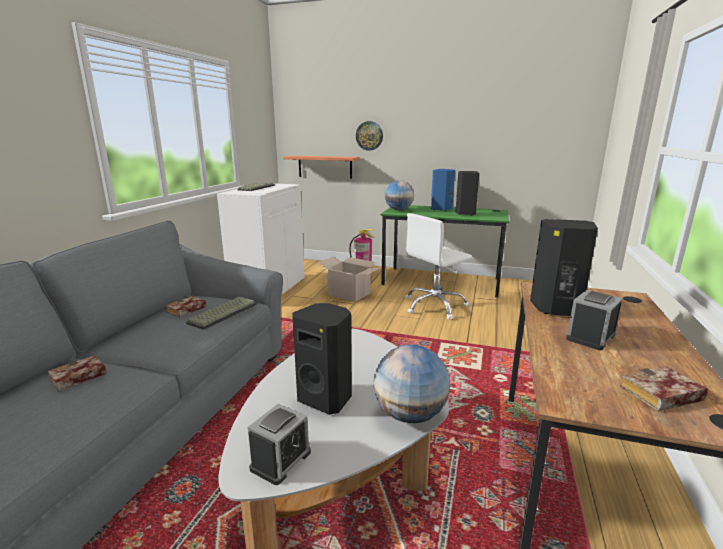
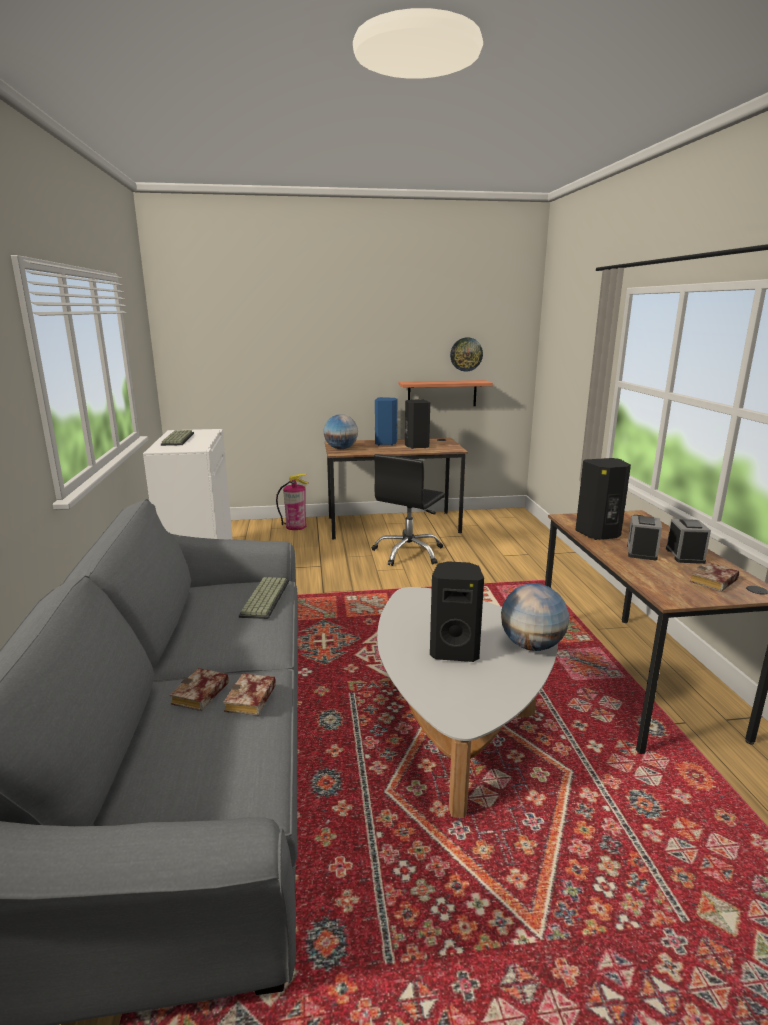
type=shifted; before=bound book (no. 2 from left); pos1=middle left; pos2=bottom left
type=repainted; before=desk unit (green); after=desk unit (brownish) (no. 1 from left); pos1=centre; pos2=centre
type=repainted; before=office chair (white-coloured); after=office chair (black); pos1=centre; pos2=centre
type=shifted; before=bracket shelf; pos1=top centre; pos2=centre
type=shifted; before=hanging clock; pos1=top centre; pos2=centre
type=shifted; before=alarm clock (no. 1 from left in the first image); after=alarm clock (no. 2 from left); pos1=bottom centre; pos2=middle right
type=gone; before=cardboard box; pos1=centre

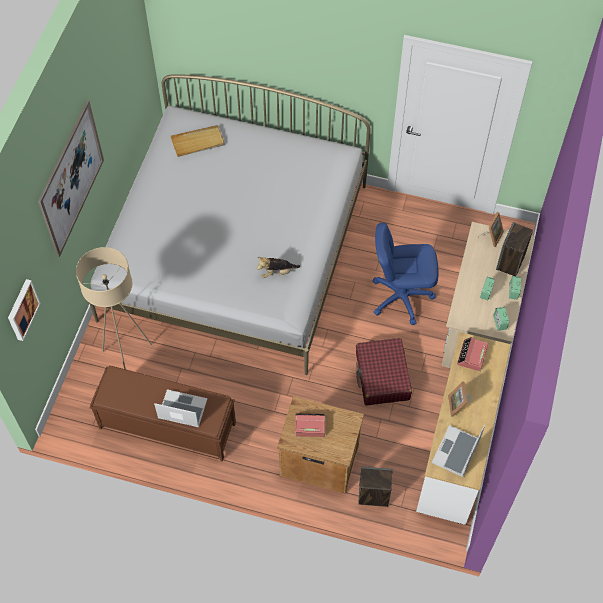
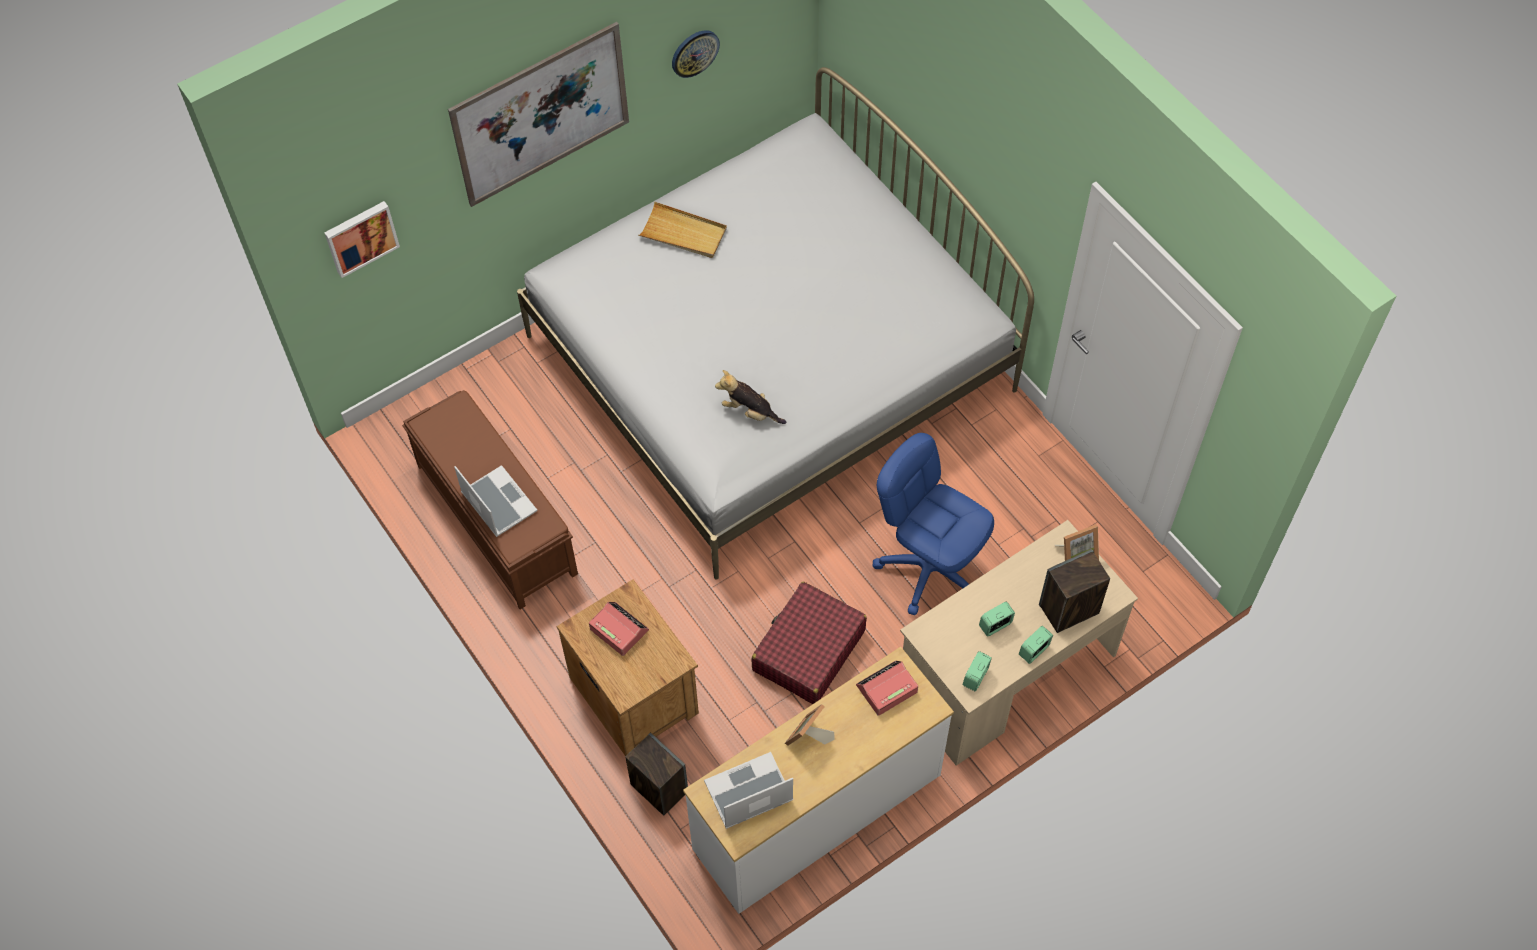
type=shifted; before=serving tray (beige); pos1=top left; pos2=top centre
type=new; after=hanging clock; pos2=top centre
type=gone; before=standard lamp (beige); pos1=middle left

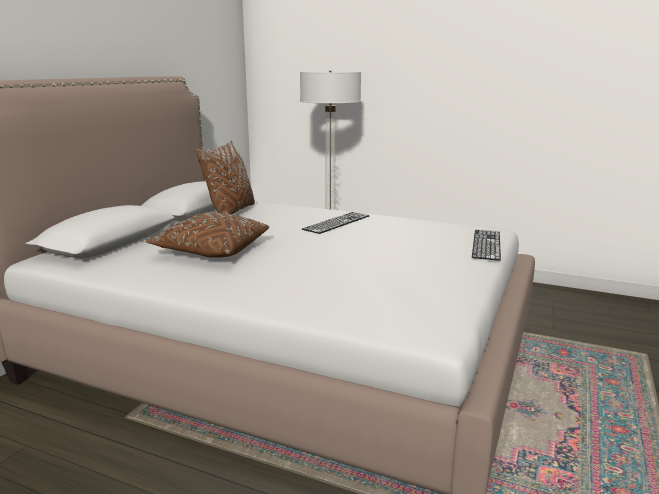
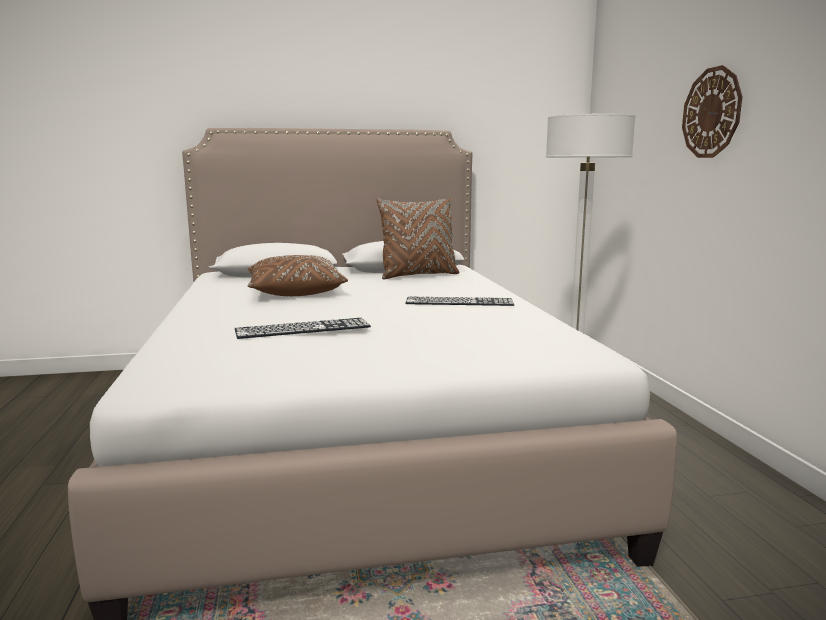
type=shifted; before=PC keyboard (no. 2 from left in the first image); after=PC keyboard (no. 1 from left); pos1=middle right; pos2=centre
type=new; after=hanging clock; pos2=top right

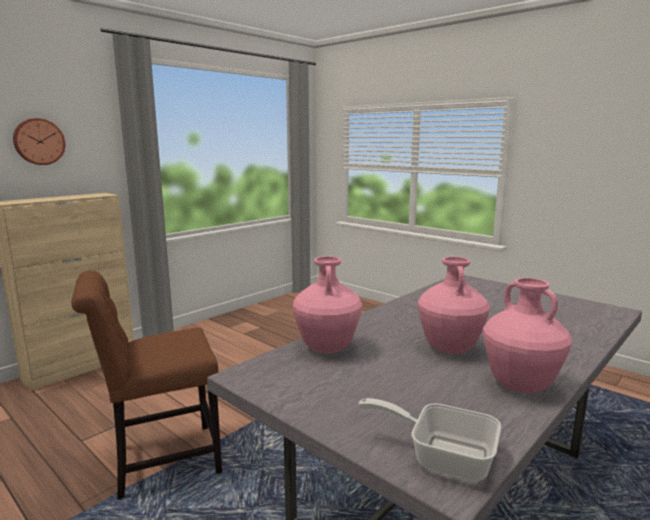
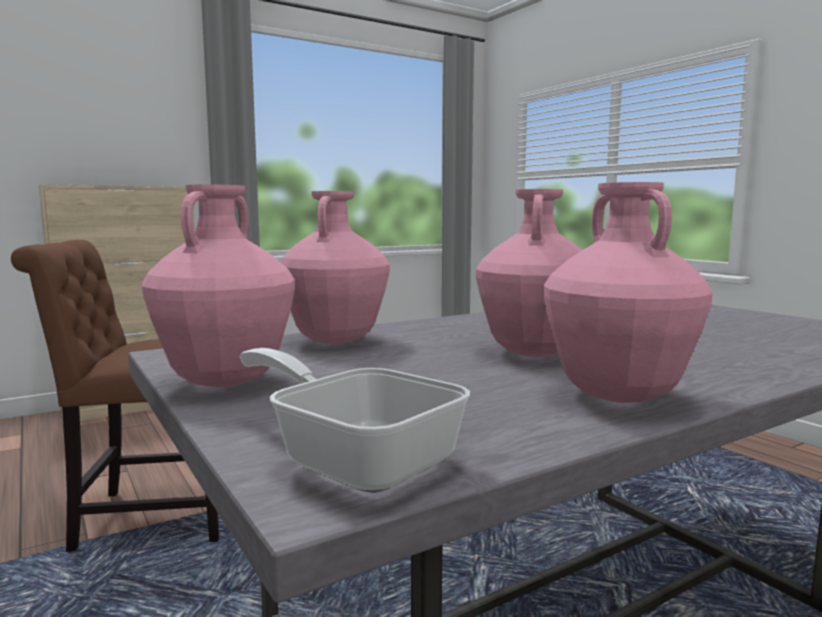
type=new; after=flower vase (pinkish) (no. 1 from left); pos2=middle left
type=gone; before=hanging clock; pos1=top left

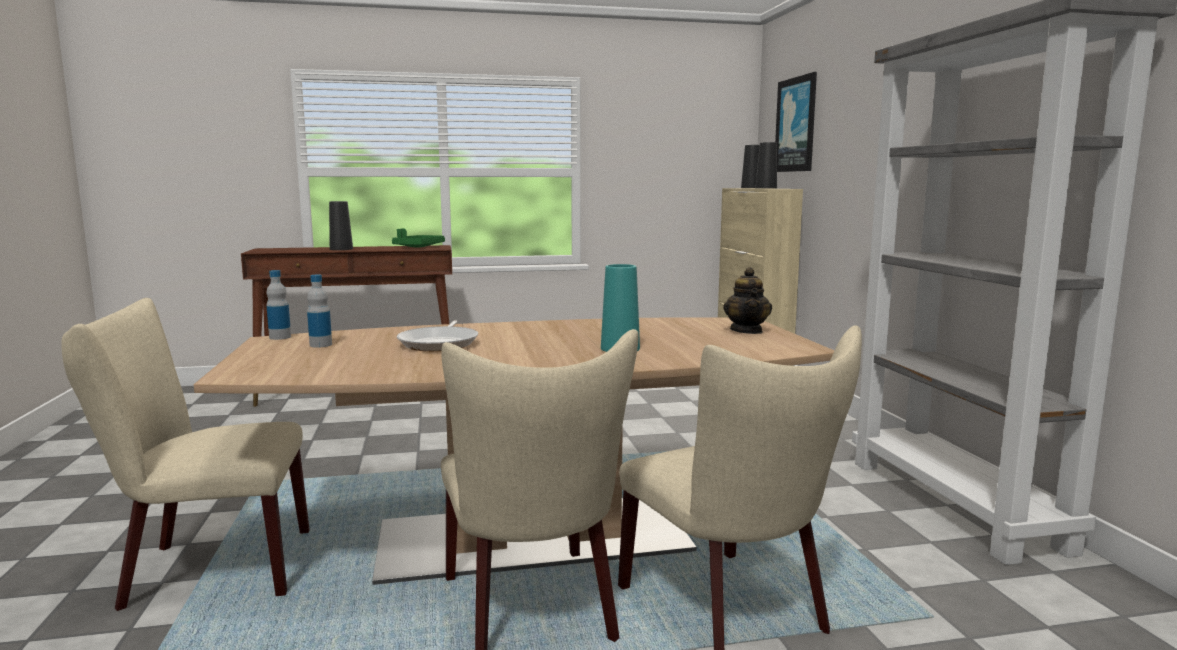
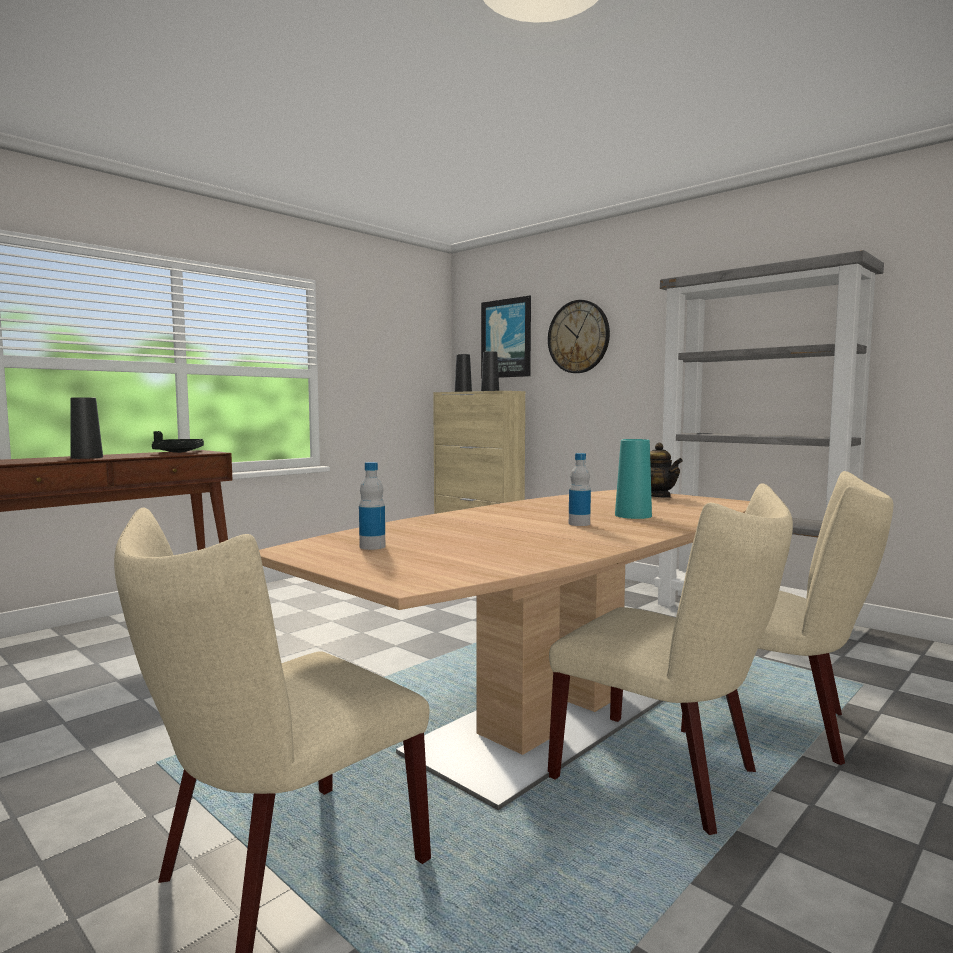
type=repainted; before=serving tray (green); after=serving tray (black); pos1=centre; pos2=middle left
type=new; after=hanging clock; pos2=centre
type=shifted; before=drink bottle (no. 1 from left in the first image); after=drink bottle (no. 2 from left); pos1=middle left; pos2=centre
type=gone; before=frying pan; pos1=centre

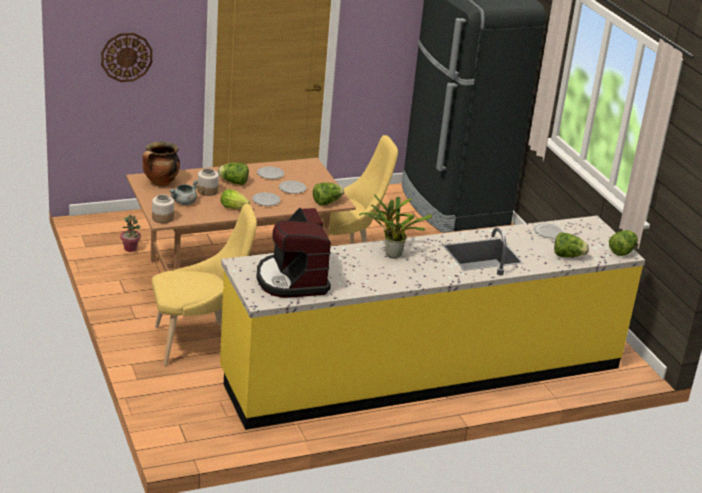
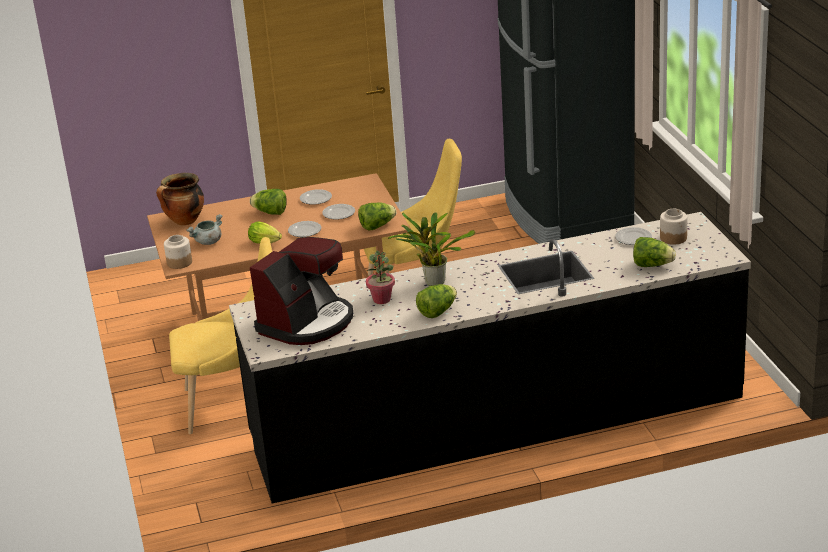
type=repainted; before=counter (yellow-coloured); after=counter (black); pos1=centre; pos2=centre
type=rotated; before=coffee maker; pos1=centre; pos2=centre; turn=-135
type=shifted; before=plant in a pot (no. 1 from left); pos1=middle left; pos2=centre
type=shifted; before=lettuce head (no. 5 from left in the first image); after=lettuce head (no. 4 from left); pos1=middle right; pos2=centre
type=shifted; before=jar (no. 2 from left); pos1=middle left; pos2=middle right
type=gone; before=hanging clock; pos1=top left

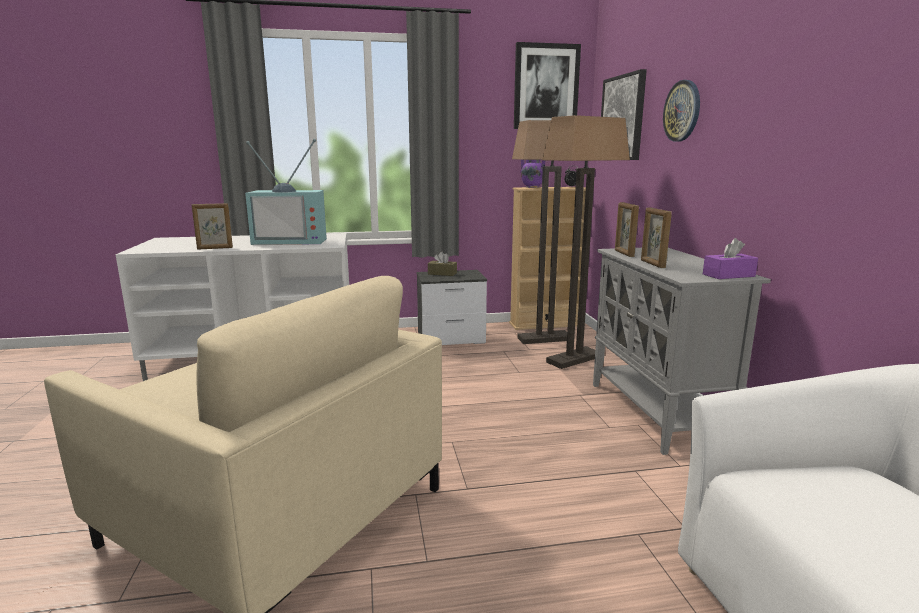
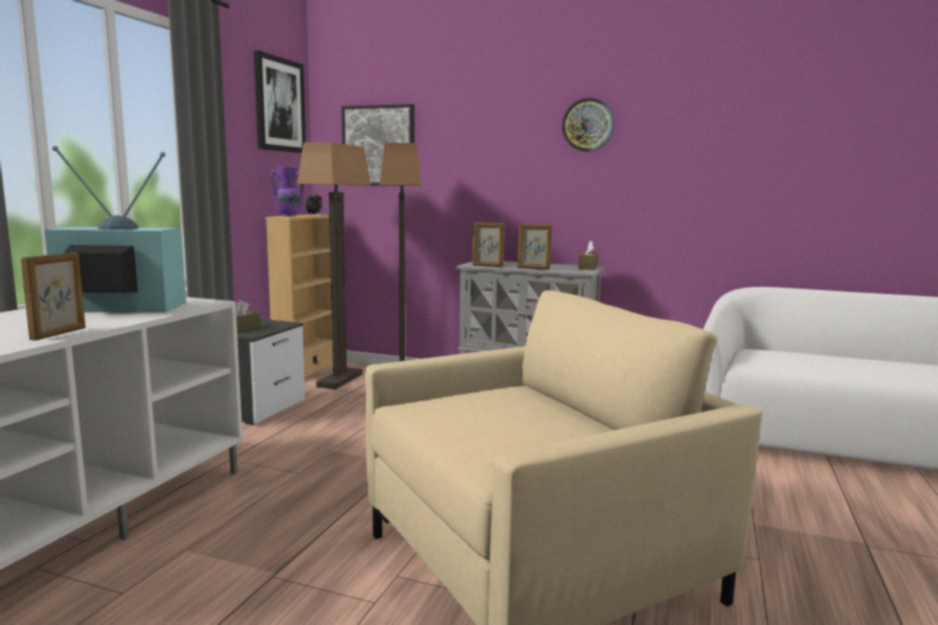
type=rotated; before=TV set; pos1=top left; pos2=middle left; turn=-120
type=shifted; before=hanging clock; pos1=top right; pos2=top centre
type=repainted; before=tissue holder (purplish); after=tissue holder (brownish) (no. 2 from left); pos1=middle right; pos2=centre

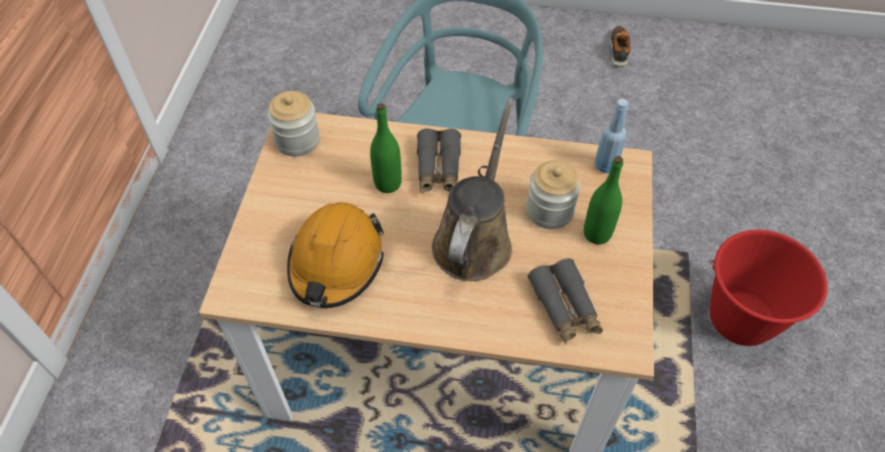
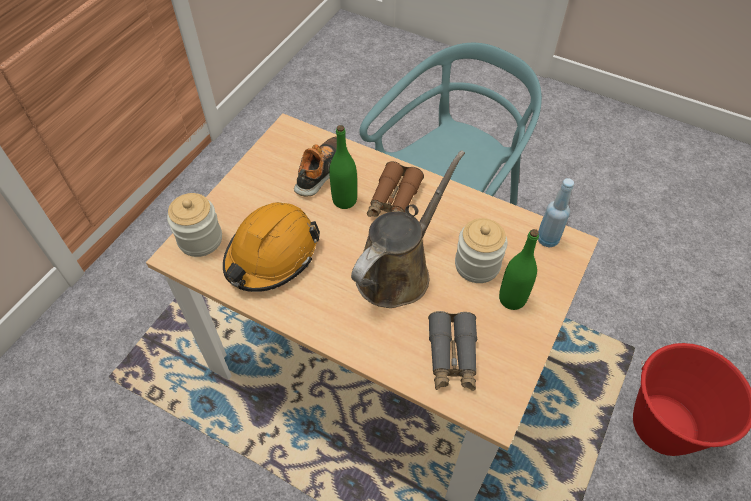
type=shifted; before=jar (no. 1 from left); pos1=top left; pos2=middle left
type=shifted; before=item of footwear; pos1=top right; pos2=top centre
type=repainted; before=field glasses (gray) (no. 1 from left); after=field glasses (brownish); pos1=centre; pos2=centre

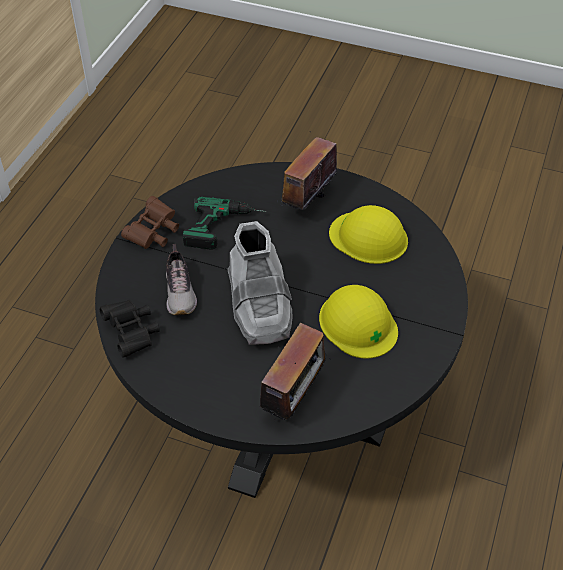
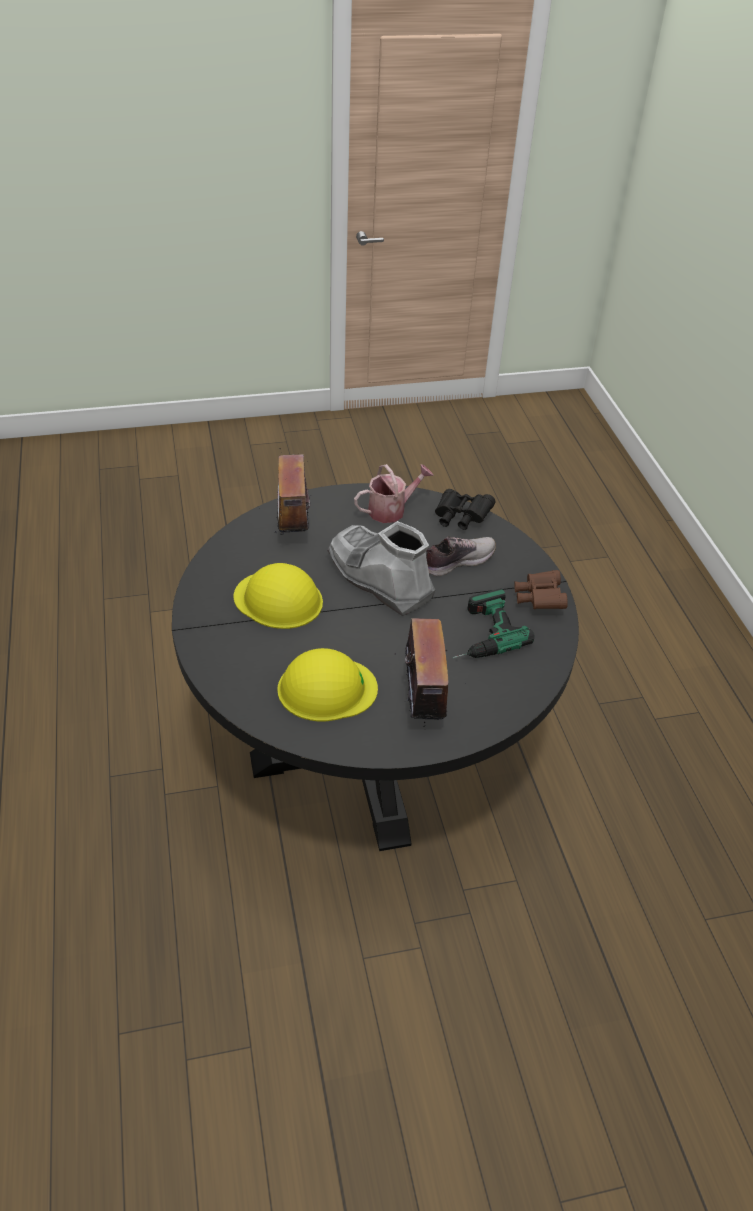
type=new; after=watering can; pos2=centre
type=rotated; before=item of footwear; pos1=middle left; pos2=centre; turn=105

